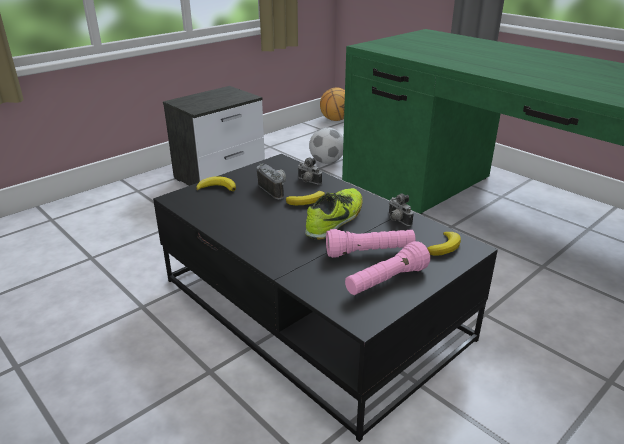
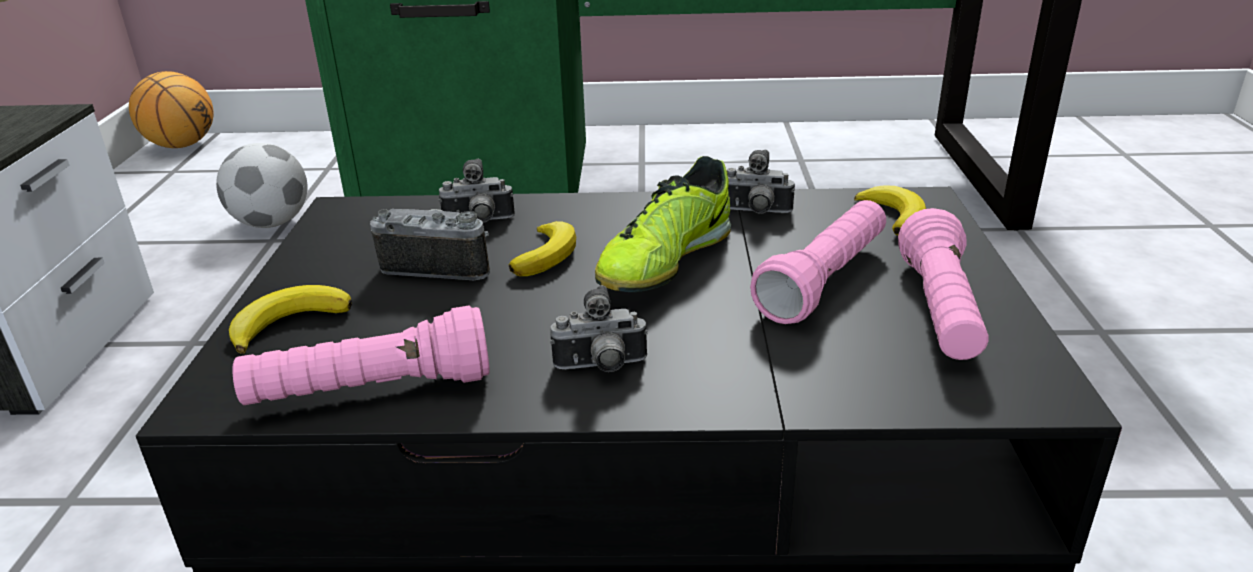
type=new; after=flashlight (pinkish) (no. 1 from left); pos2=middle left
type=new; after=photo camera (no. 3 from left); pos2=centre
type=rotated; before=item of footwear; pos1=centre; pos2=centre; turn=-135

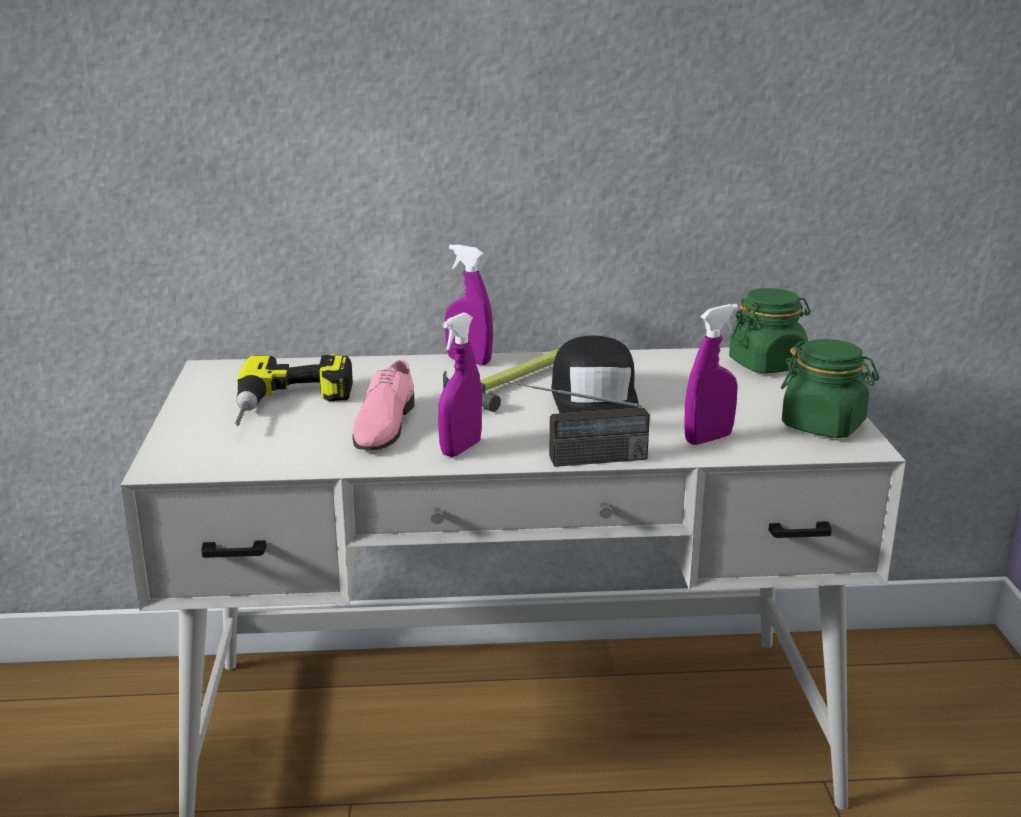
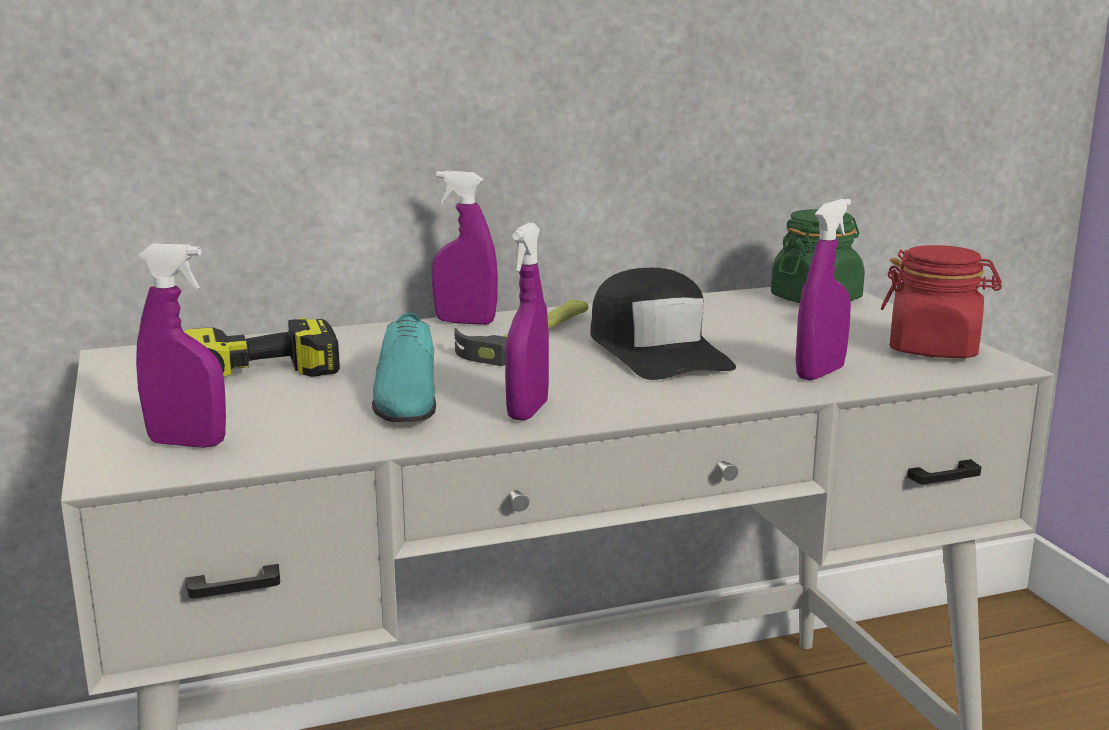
type=new; after=spray bottle (purplish) (no. 1 from left); pos2=middle left
type=repainted; before=item of footwear (pinkish); after=item of footwear (turquoise); pos1=centre; pos2=centre
type=repainted; before=jar (green) (no. 2 from left); after=jar (reddish); pos1=middle right; pos2=middle right
type=gone; before=radio; pos1=centre

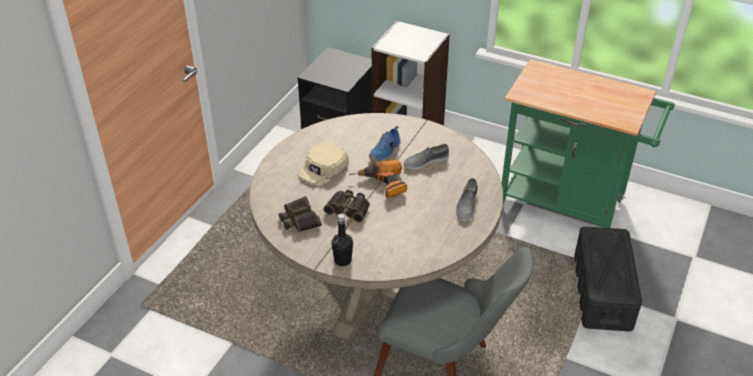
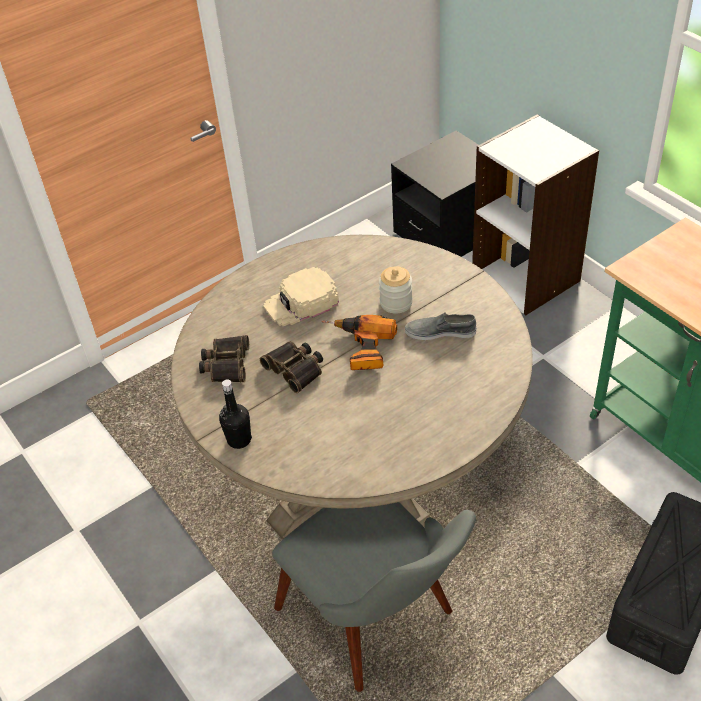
type=swapped; before=item of footwear (blue-coloured); after=jar; pos1=centre; pos2=centre
type=gone; before=item of footwear (gray) (no. 2 from left); pos1=centre

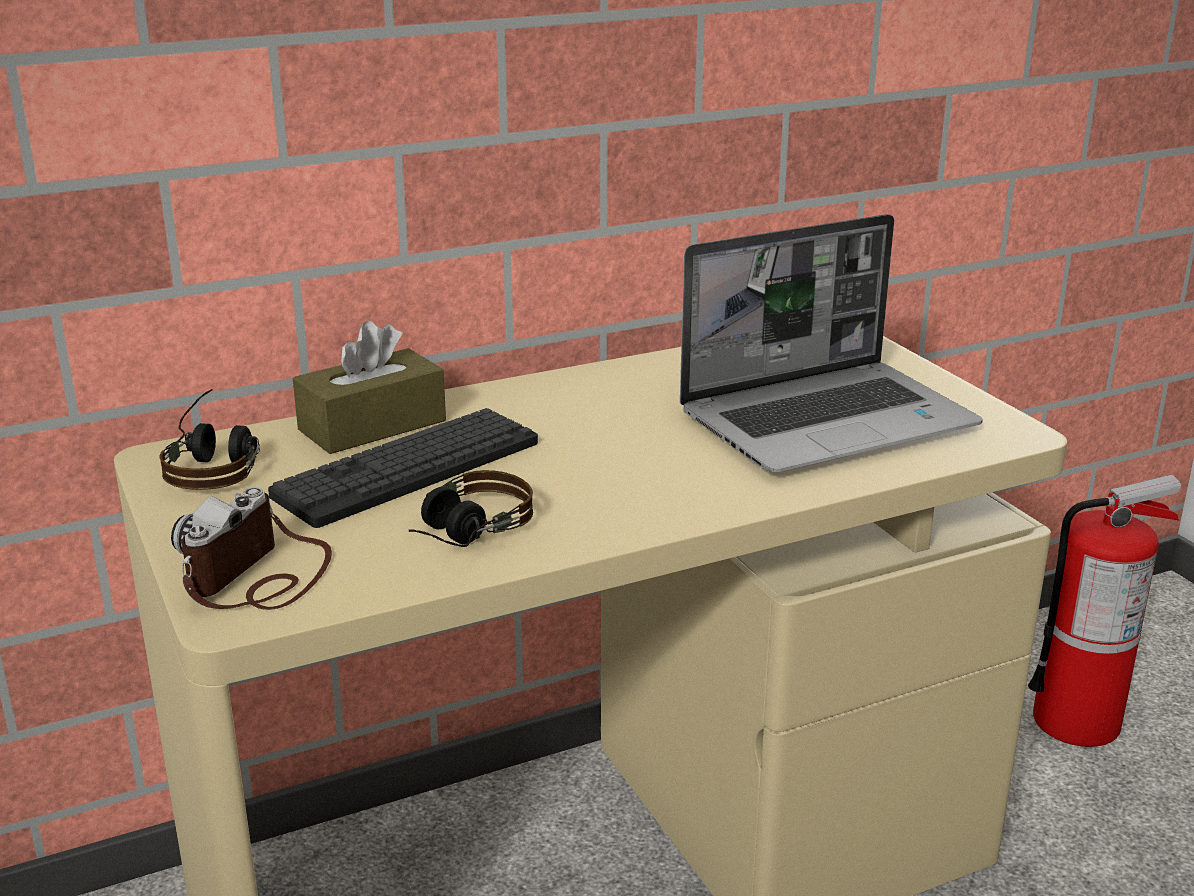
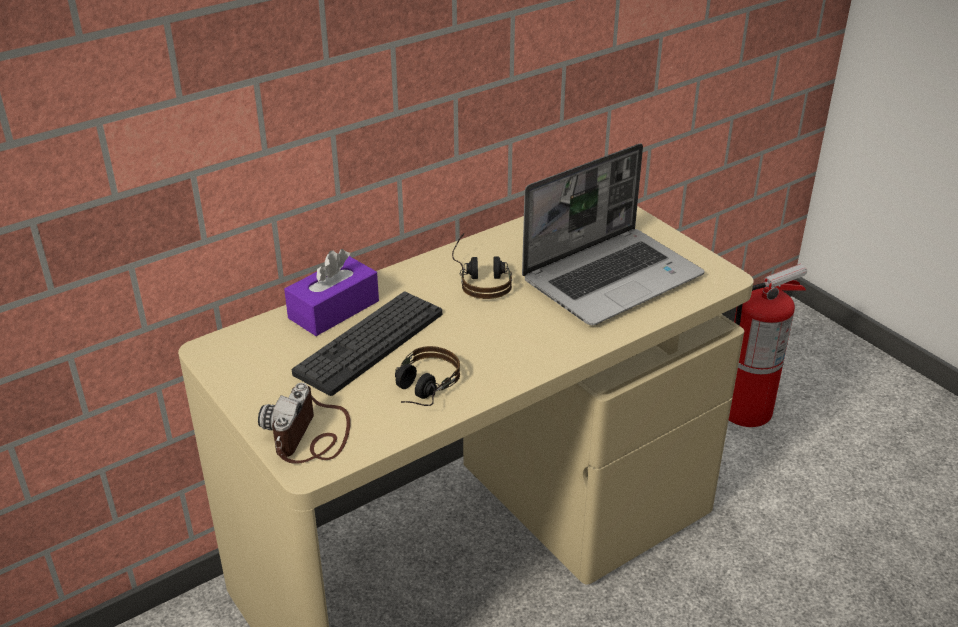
type=repainted; before=tissue holder (brownish); after=tissue holder (purplish); pos1=middle left; pos2=centre
type=shifted; before=pair of headphones (no. 1 from left in the first image); after=pair of headphones (no. 2 from left); pos1=middle left; pos2=centre

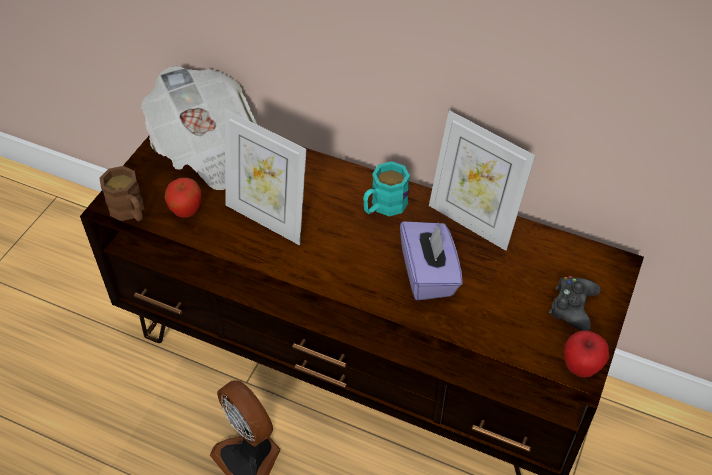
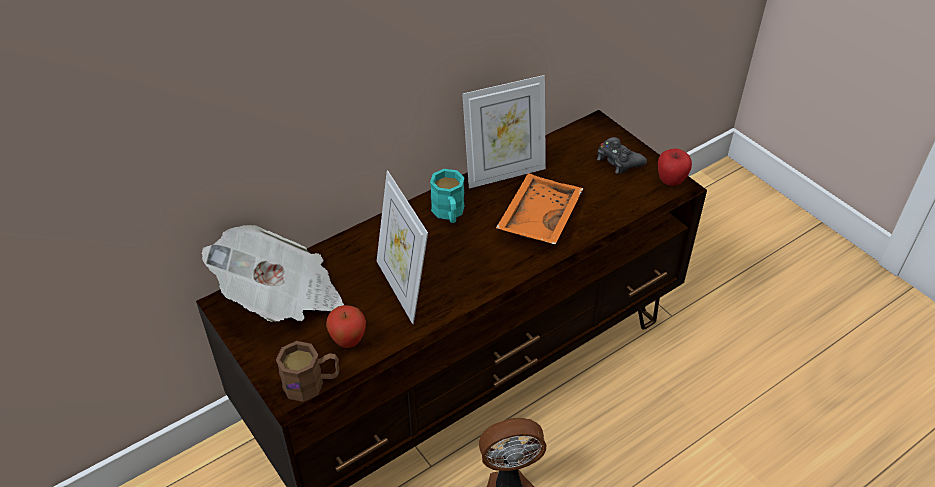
type=rotated; before=picture frame (no. 1 from left); pos1=centre; pos2=centre; turn=90
type=swapped; before=tissue holder (purplish); after=serving tray (orange-coloured); pos1=centre; pos2=centre

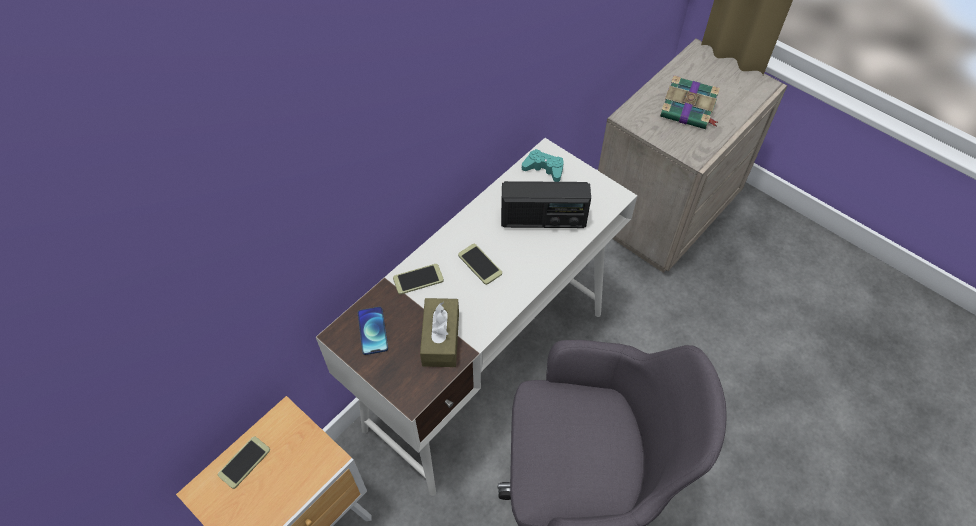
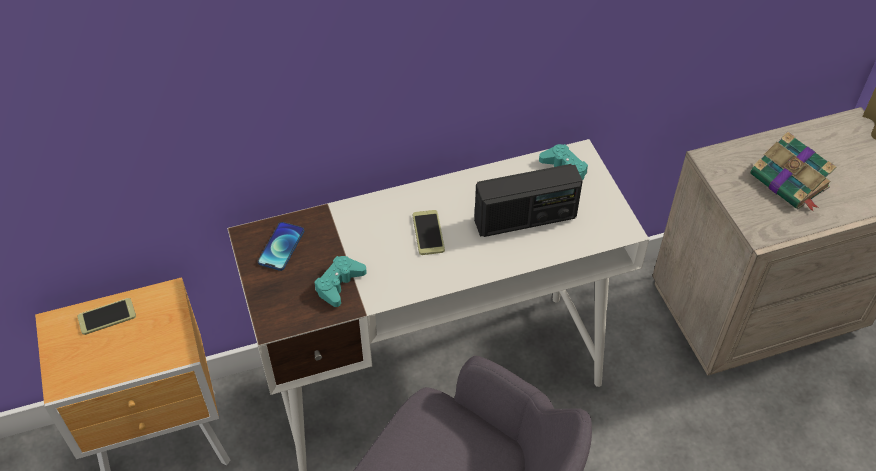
type=swapped; before=tissue holder (brownish); after=joypad (turquoise) (no. 1 from left); pos1=centre; pos2=centre
type=rotated; before=radio; pos1=centre; pos2=centre; turn=-45
type=gone; before=handset (no. 3 from left); pos1=centre

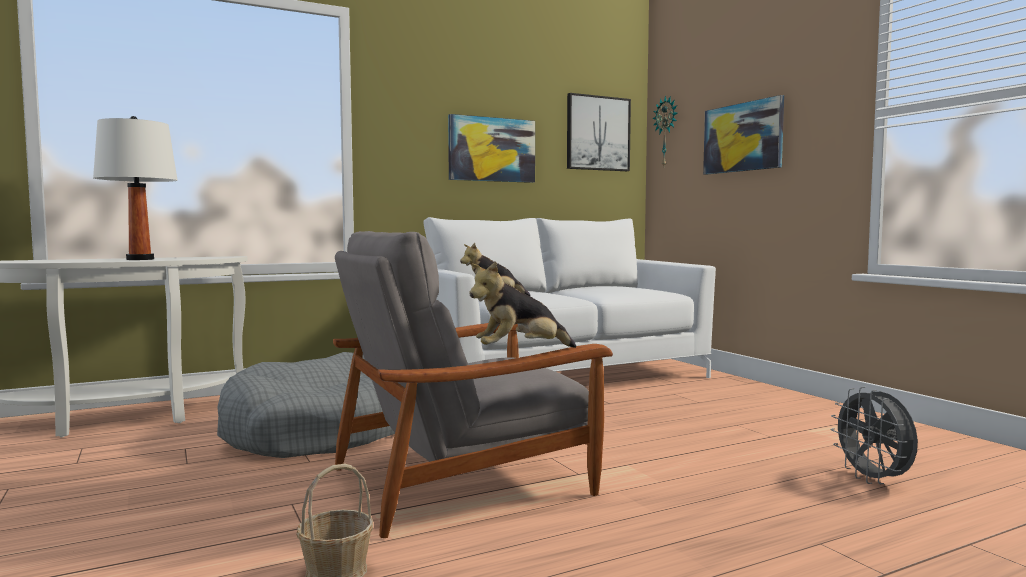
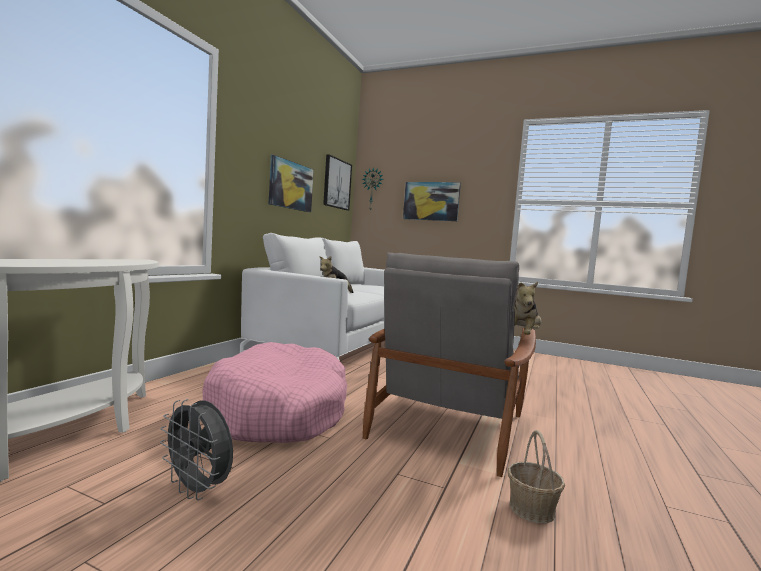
type=shifted; before=fan (gray); pos1=bottom right; pos2=bottom left
type=repainted; before=dog cushion (gray); after=dog cushion (pinkish); pos1=bottom left; pos2=bottom centre
type=gone; before=tabletop lamp (white-coloured); pos1=top left

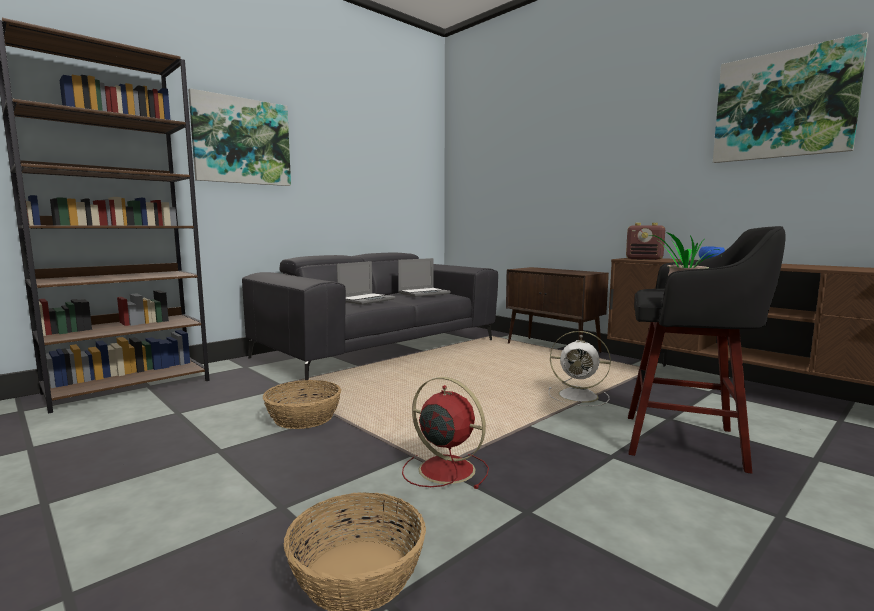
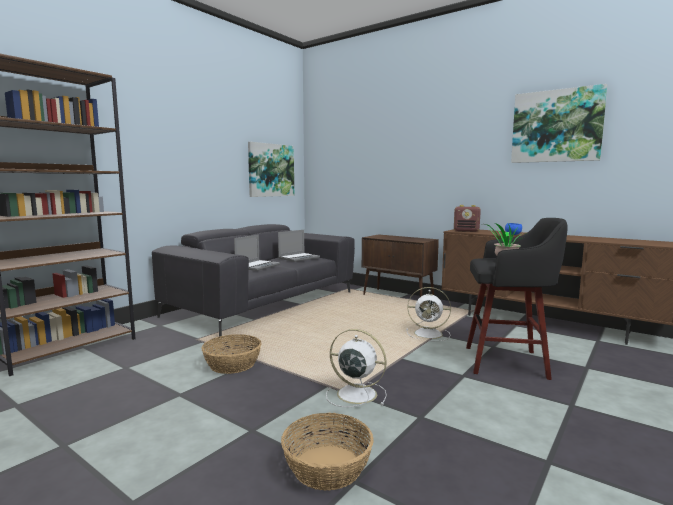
type=shifted; before=wall picture (no. 1 from left); pos1=top left; pos2=centre
type=repainted; before=fan (reddish); after=fan (white-coloured) (no. 1 from left); pos1=bottom centre; pos2=bottom centre

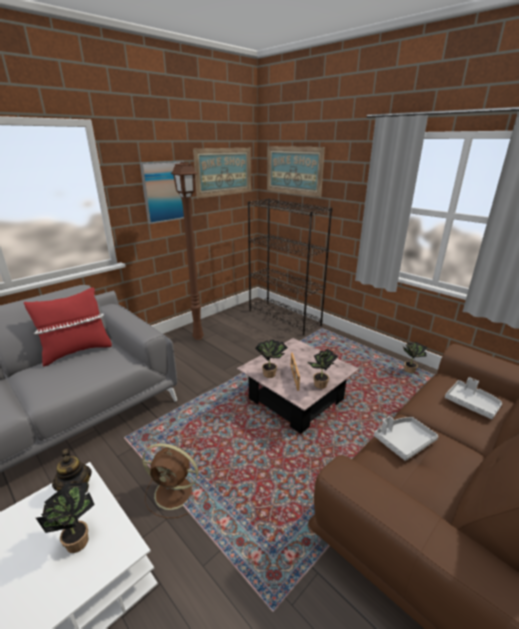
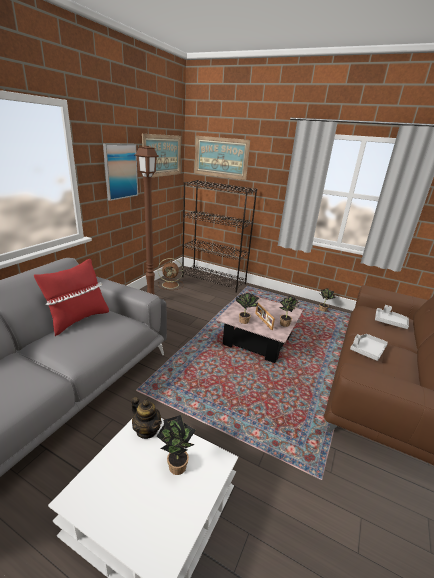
type=shifted; before=fan (brownish); pos1=bottom left; pos2=centre

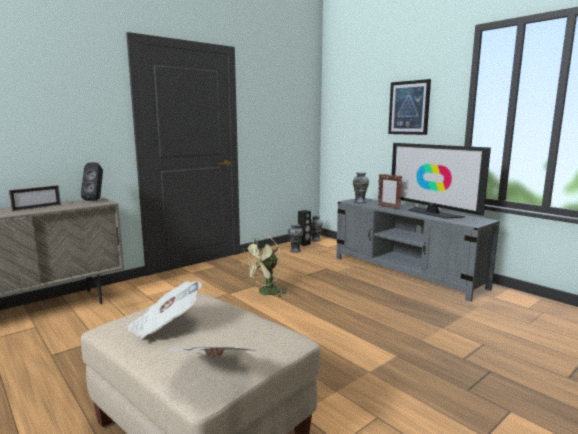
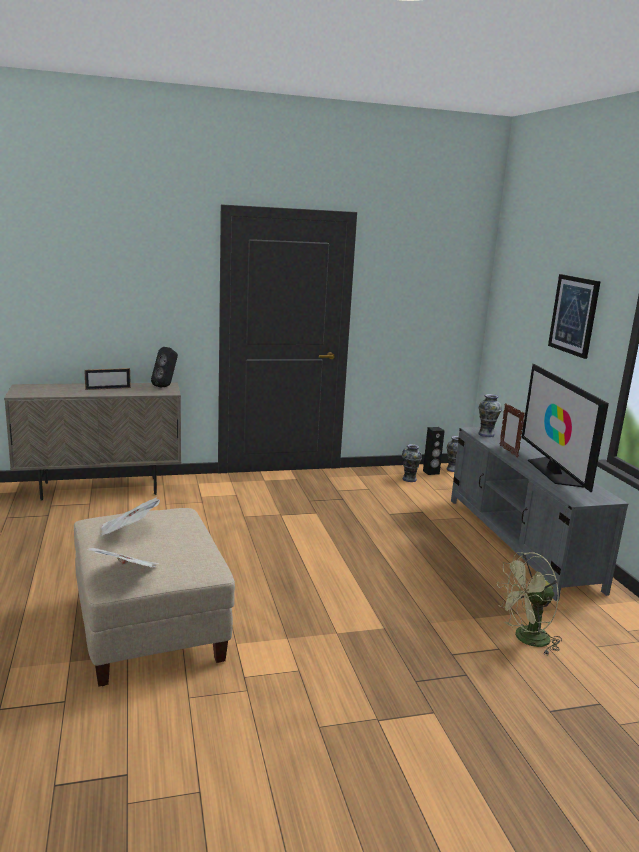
type=shifted; before=fan (green); pos1=centre; pos2=bottom right

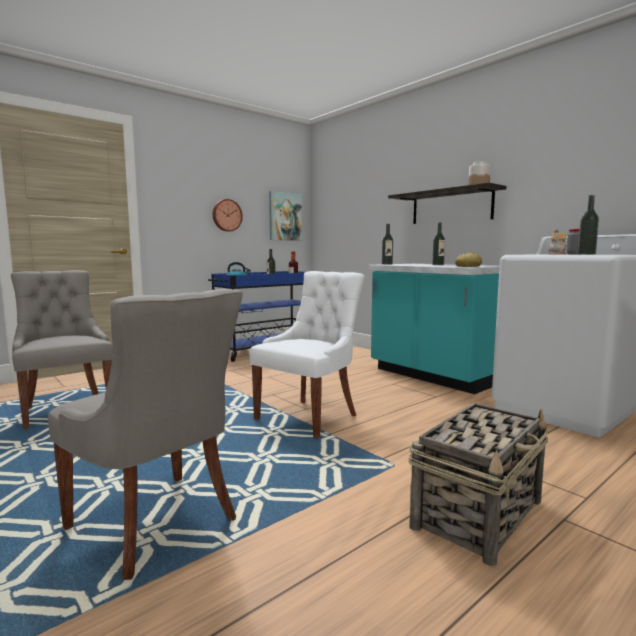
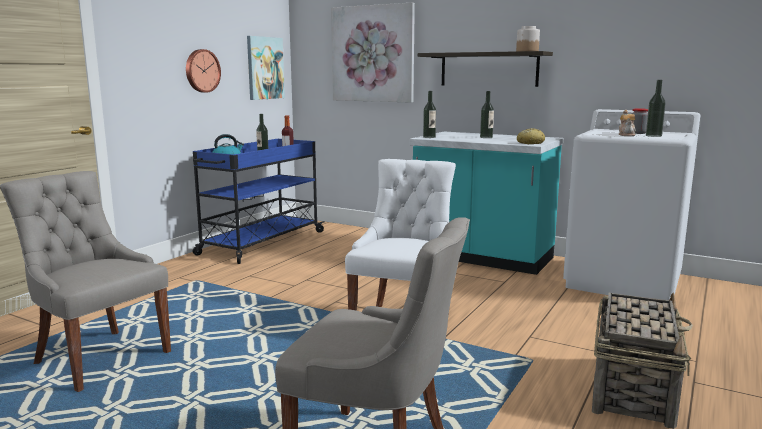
type=new; after=wall picture (no. 2 from left); pos2=top centre

